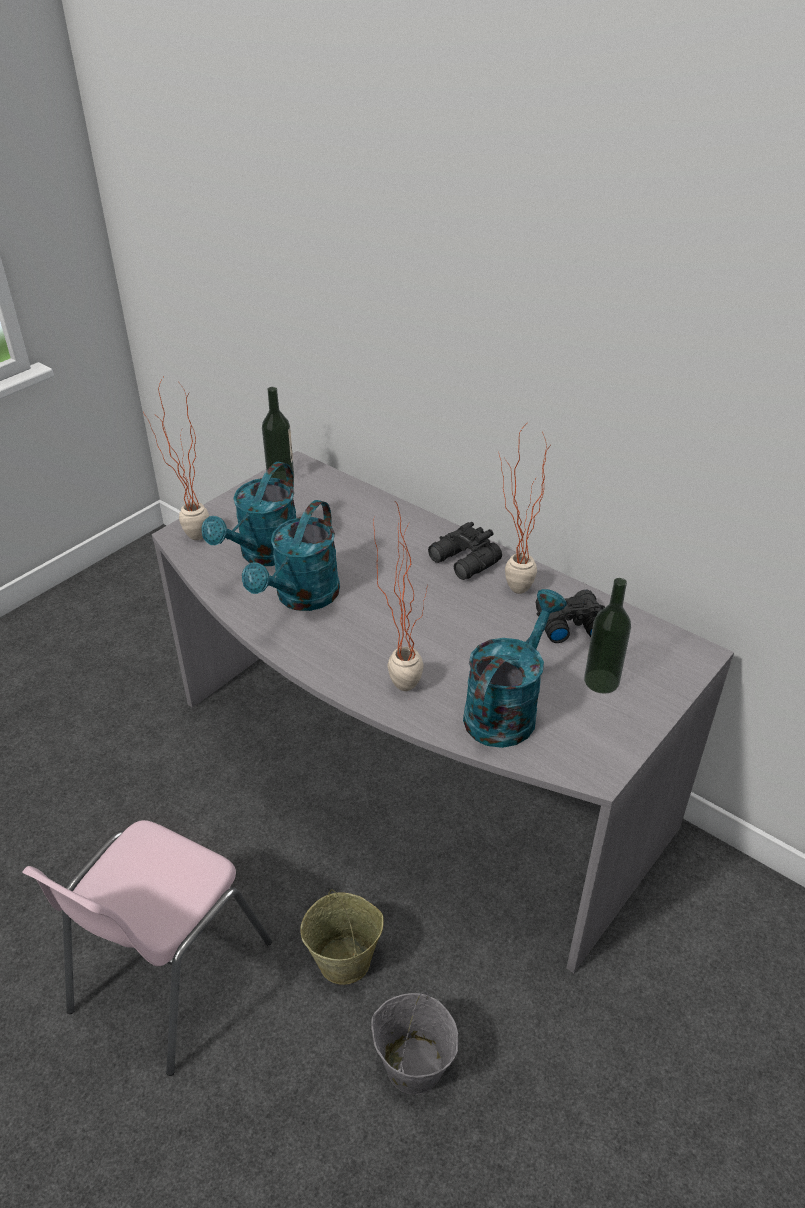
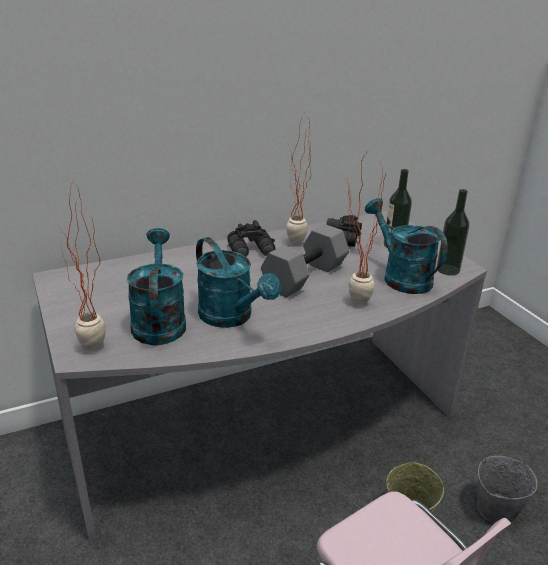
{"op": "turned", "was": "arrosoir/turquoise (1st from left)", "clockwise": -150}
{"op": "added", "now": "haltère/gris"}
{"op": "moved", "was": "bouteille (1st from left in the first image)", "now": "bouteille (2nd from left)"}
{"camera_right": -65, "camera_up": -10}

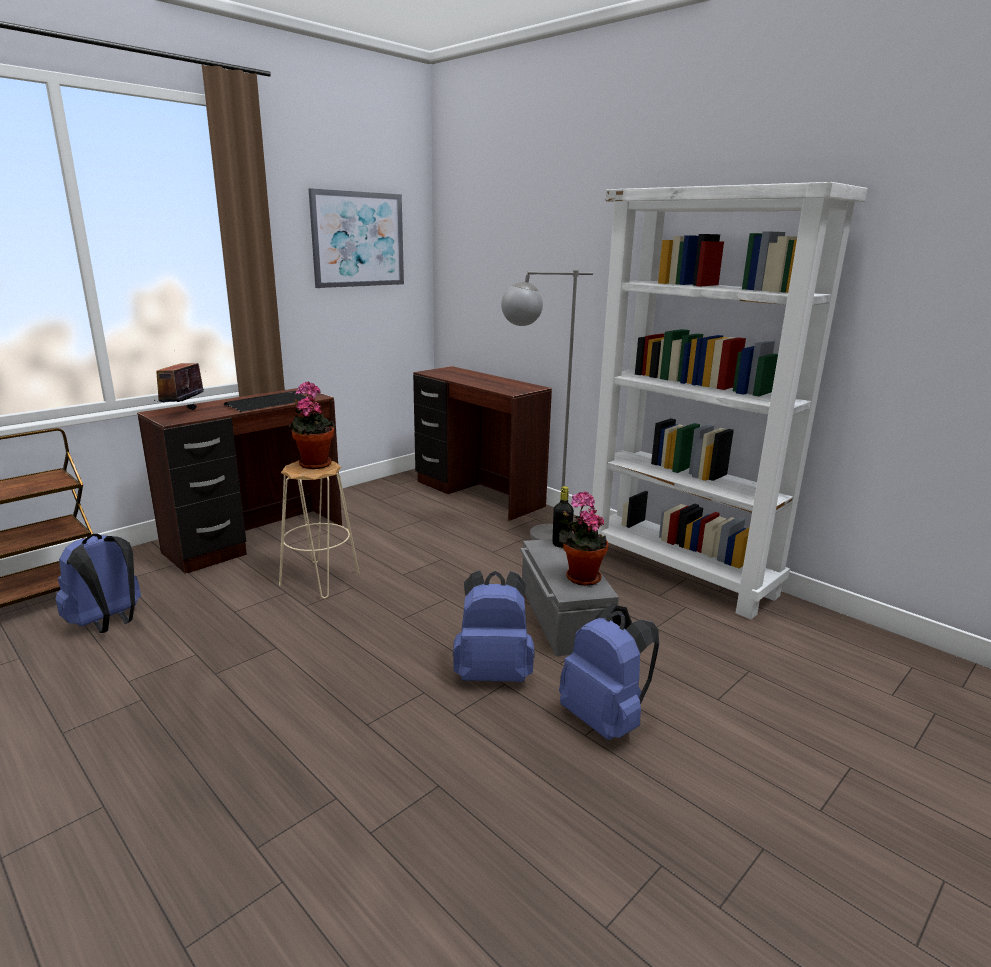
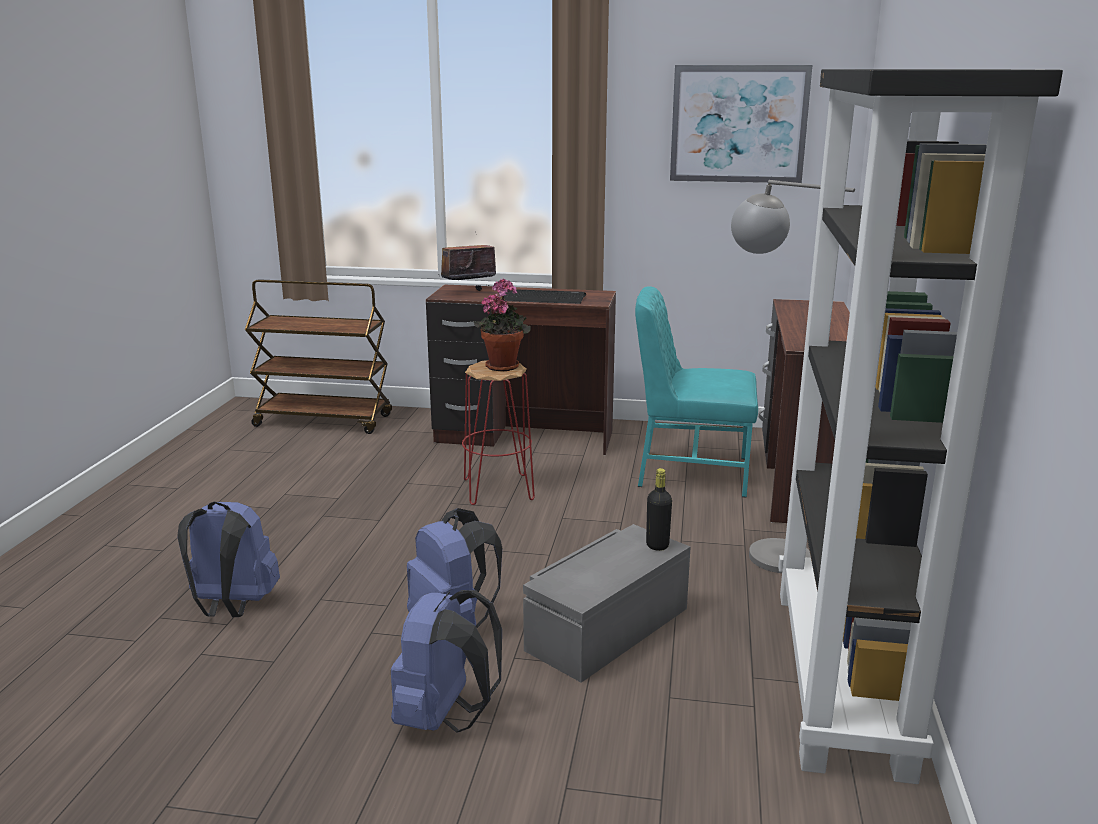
{"op": "moved", "was": "sac à dos/bleu (1st from left)"}
{"op": "recoloured", "was": "tabouret/beige", "now": "tabouret/rouge"}
{"op": "added", "now": "chaise/turquoise"}
{"op": "recoloured", "was": "bibliothèque/blanc", "now": "bibliothèque/noir"}
{"op": "removed", "was": "plante en pot (2nd from left)"}
{"camera_right": 55, "camera_up": 0}

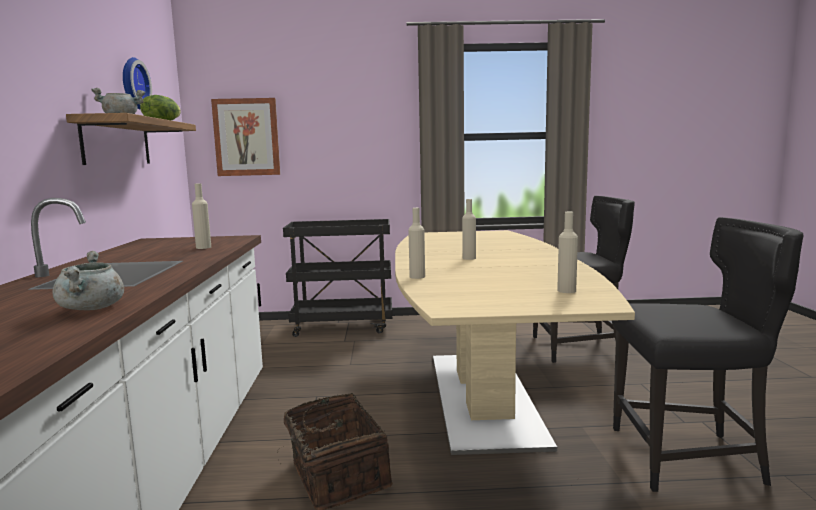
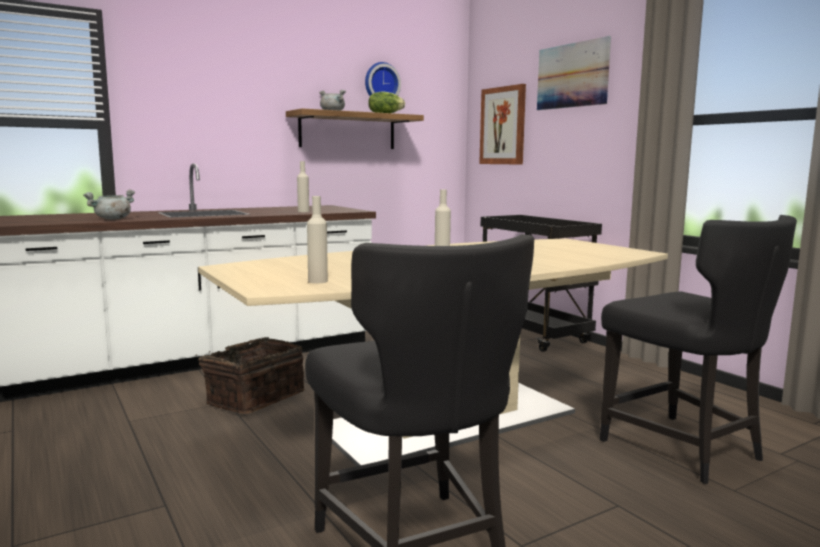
{"op": "added", "now": "tableau (2nd from left)"}
{"op": "removed", "was": "bouteille/beige (2nd from left)"}
{"camera_right": 60, "camera_up": 0}

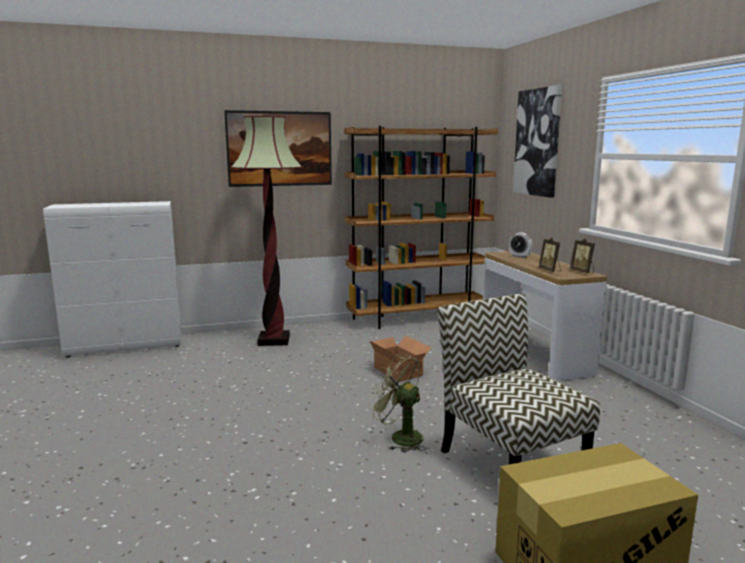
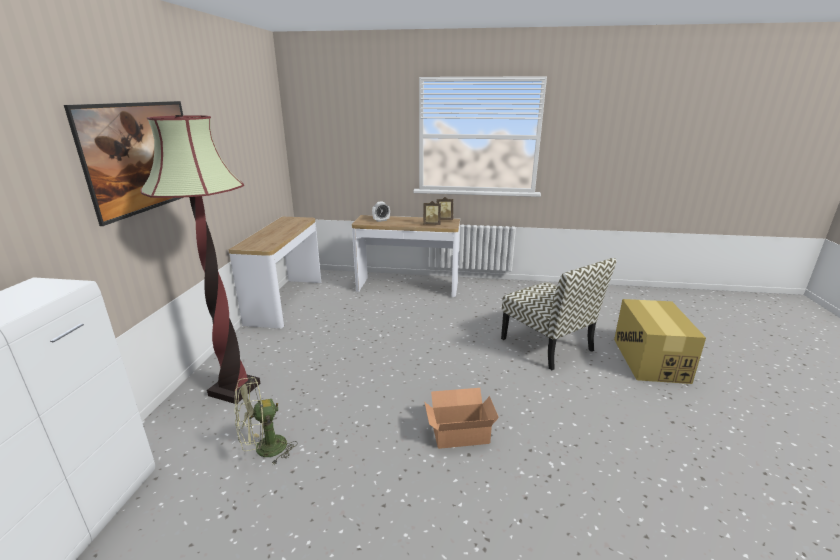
{"op": "replaced", "was": "bibliothèque/marron", "now": "table console (1st from left)"}
{"op": "moved", "was": "ventilateur/vert"}
{"op": "moved", "was": "carton (1st from left)"}
{"op": "turned", "was": "chaise", "clockwise": -120}
{"op": "removed", "was": "tableau (2nd from left)"}
{"camera_right": -65, "camera_up": 10}

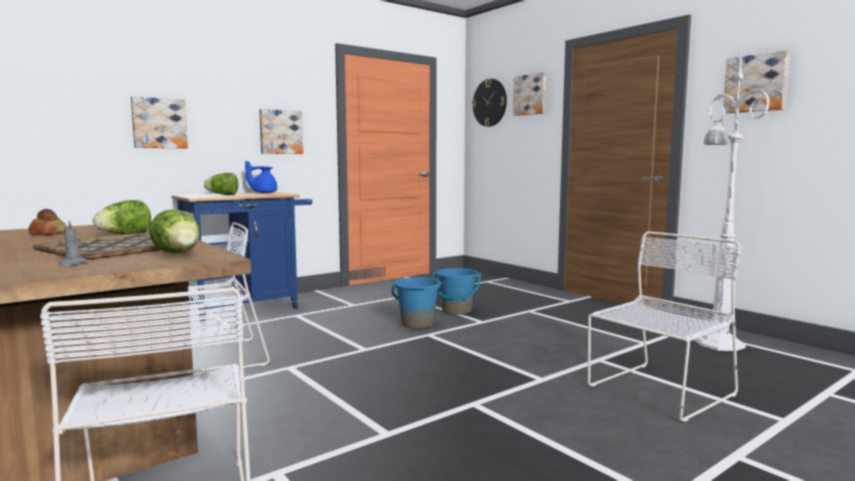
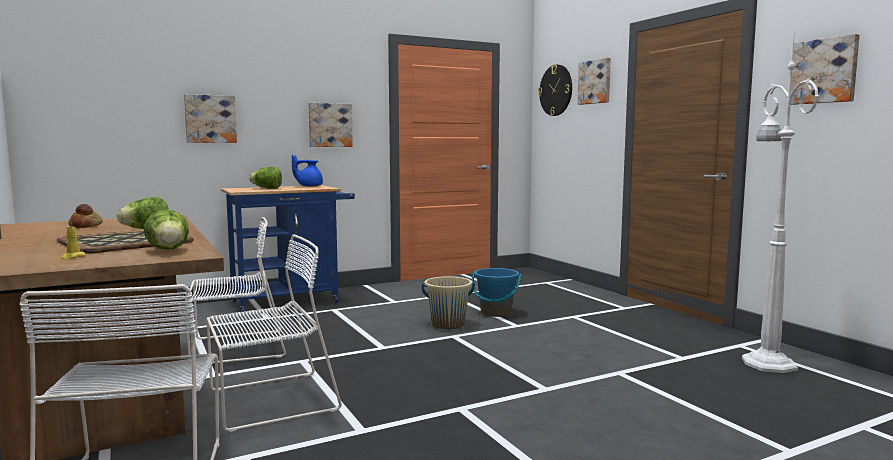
{"op": "recoloured", "was": "bougie/gris", "now": "bougie/jaune"}
{"op": "moved", "was": "chaise/blanc (3rd from left)"}
{"op": "recoloured", "was": "seau/bleu (1st from left)", "now": "seau/beige"}
{"camera_right": 10, "camera_up": 0}

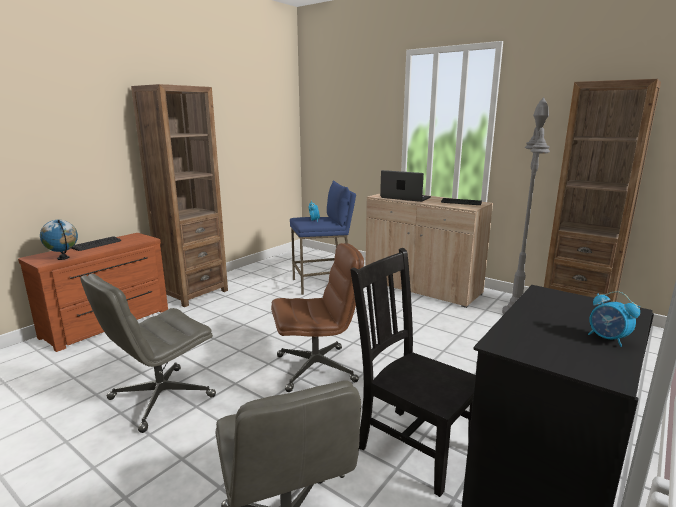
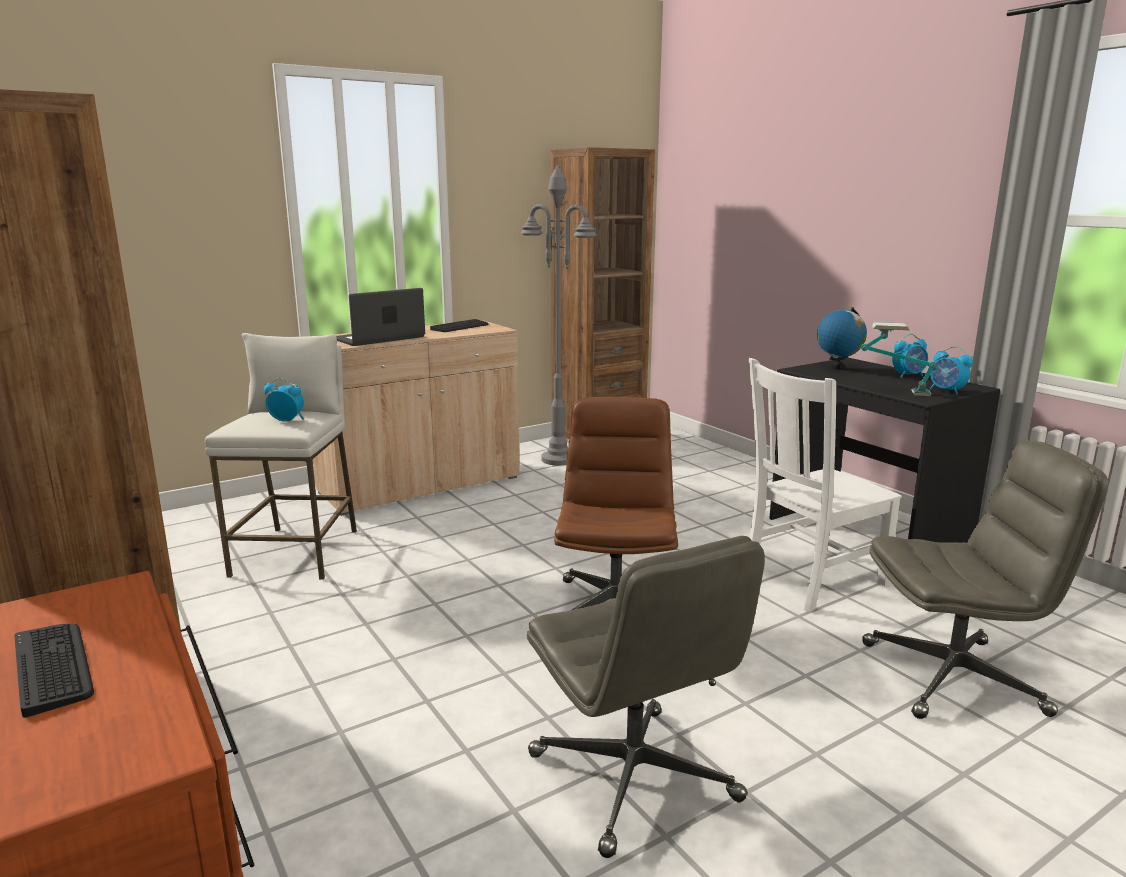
{"op": "recoloured", "was": "tabouret/bleu", "now": "tabouret/blanc"}
{"op": "recoloured", "was": "chaise/noir", "now": "chaise/blanc"}
{"op": "moved", "was": "globe"}
{"op": "added", "now": "lampe de table"}
{"op": "added", "now": "réveil (3rd from left)"}
{"camera_right": -70, "camera_up": 0}

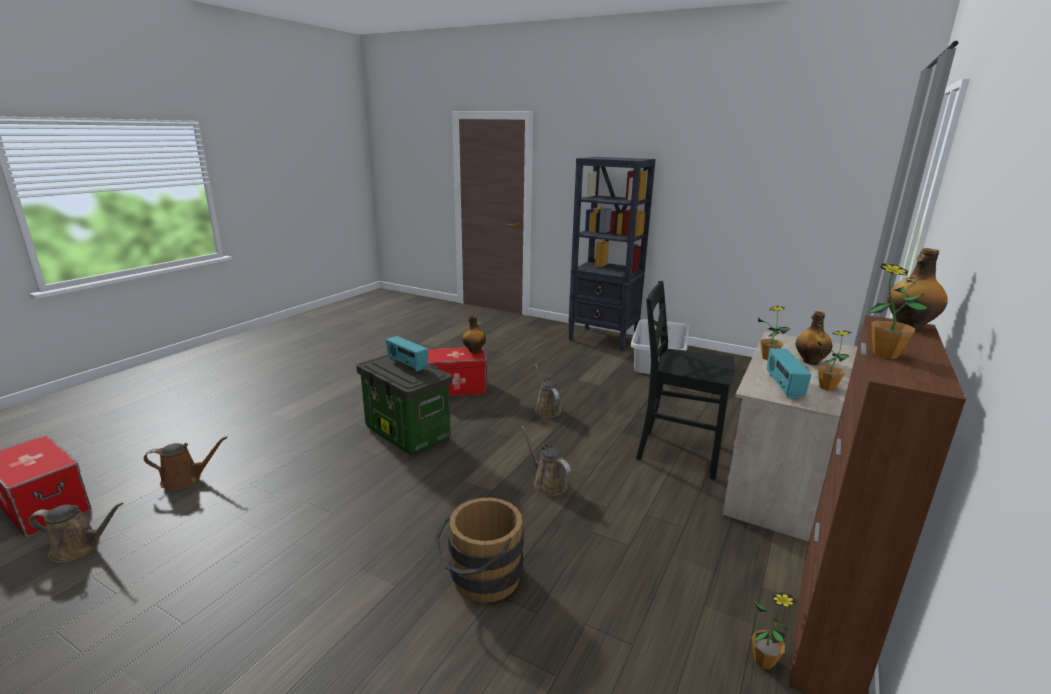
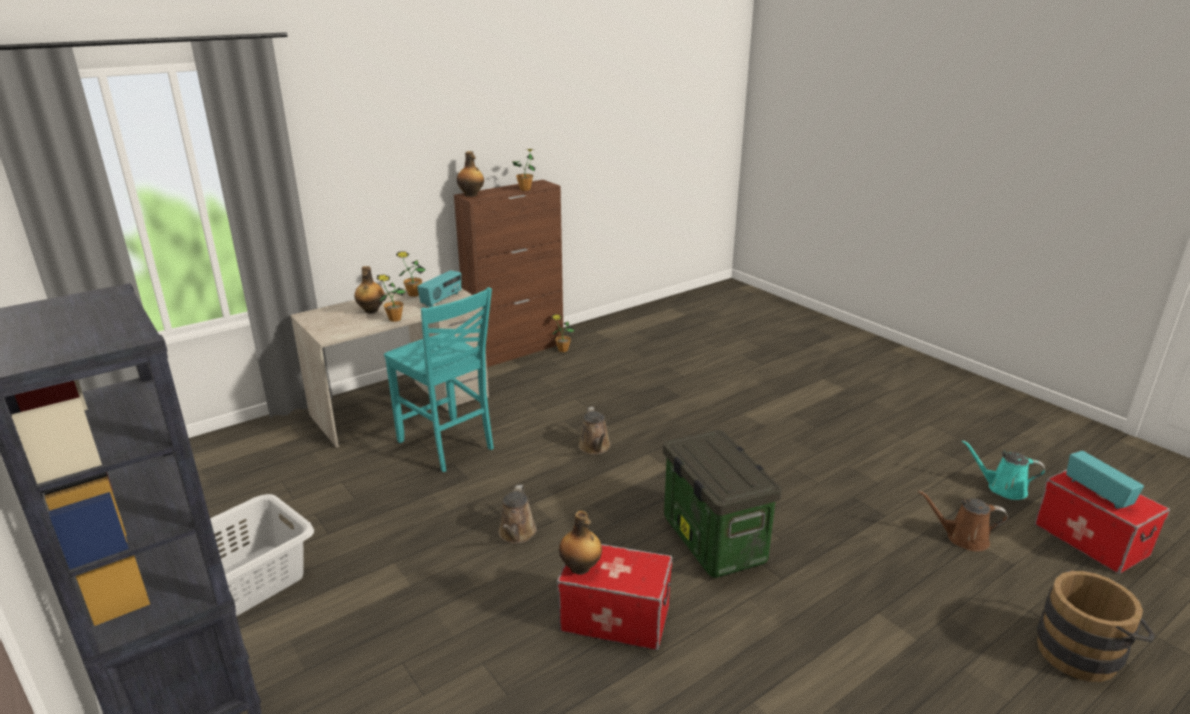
{"op": "recoloured", "was": "chaise/noir", "now": "chaise/turquoise"}
{"op": "recoloured", "was": "arrosoir/marron (1st from left)", "now": "arrosoir/turquoise"}
{"op": "moved", "was": "seau/marron"}
{"op": "moved", "was": "radio (1st from left in the first image)", "now": "radio (2nd from left)"}
{"camera_right": -155, "camera_up": 5}

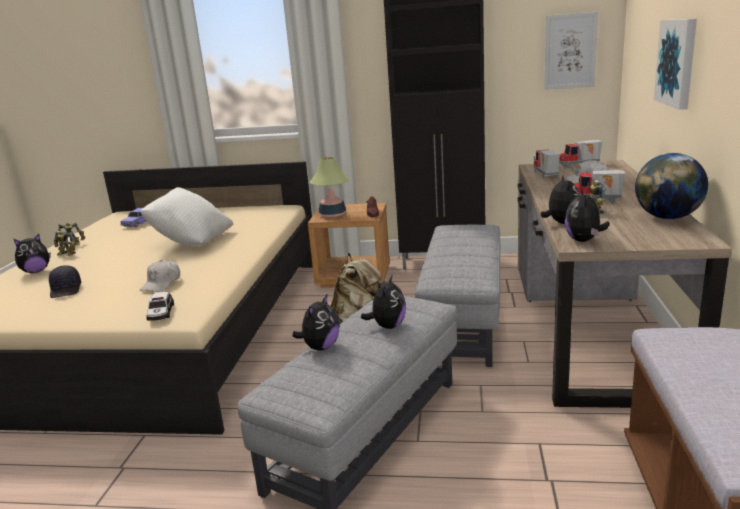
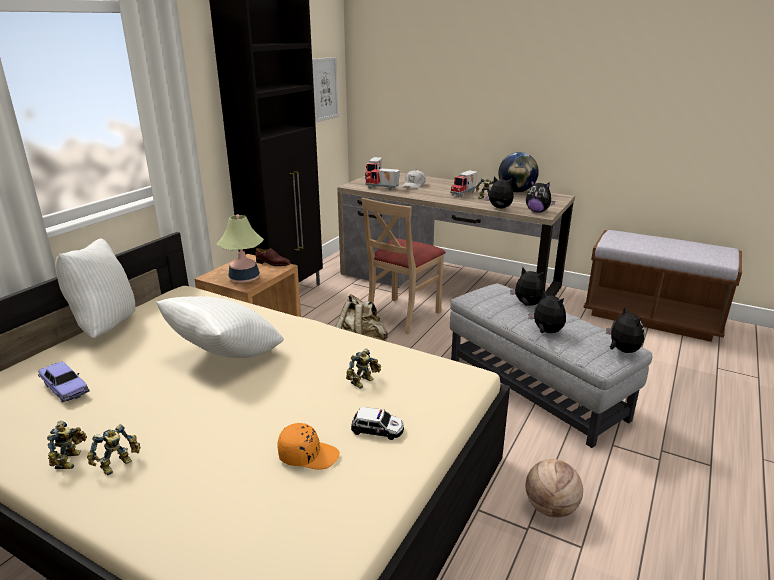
{"op": "added", "now": "coussin/blanc (1st from left)"}
{"op": "recoloured", "was": "casquette/noir", "now": "casquette/orange"}
{"op": "replaced", "was": "casquette/blanc (1st from left)", "now": "robot jouet (3rd from left)"}
{"op": "moved", "was": "petite voiture (2nd from left)"}
{"op": "replaced", "was": "pouf/gris (2nd from left)", "now": "chaise/beige"}
{"op": "added", "now": "ballon de basket"}
{"op": "moved", "was": "peluche (1st from left in the first image)", "now": "peluche (5th from left)"}
{"op": "removed", "was": "tableau (2nd from left)"}
{"camera_right": -70, "camera_up": 5}

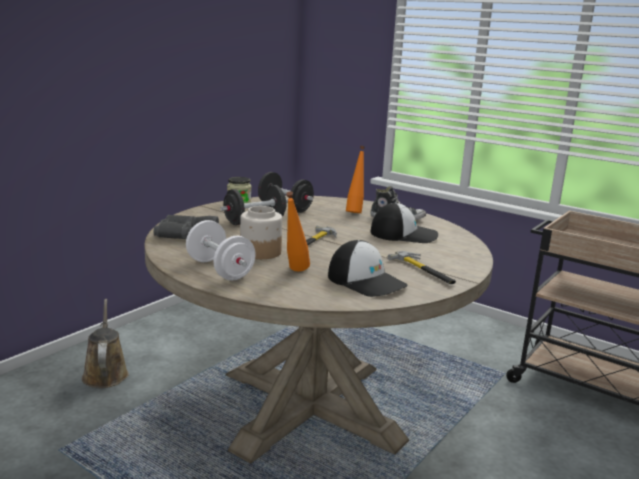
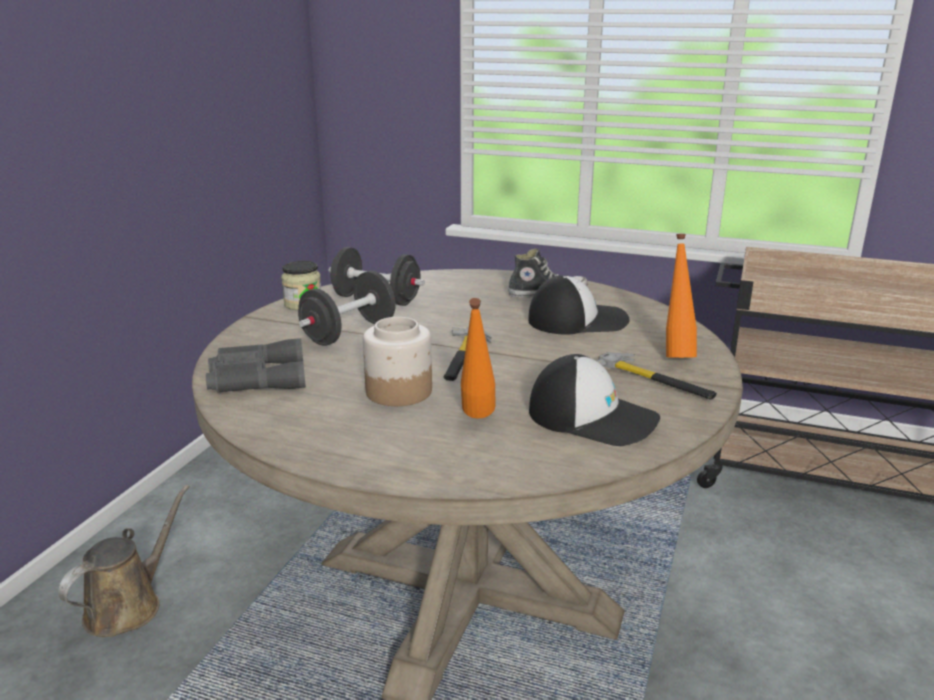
{"op": "turned", "was": "arrosoir/marron", "clockwise": 60}
{"op": "moved", "was": "bouteille/orange (2nd from left)"}
{"op": "removed", "was": "haltère/blanc"}
{"camera_right": -15, "camera_up": 5}

